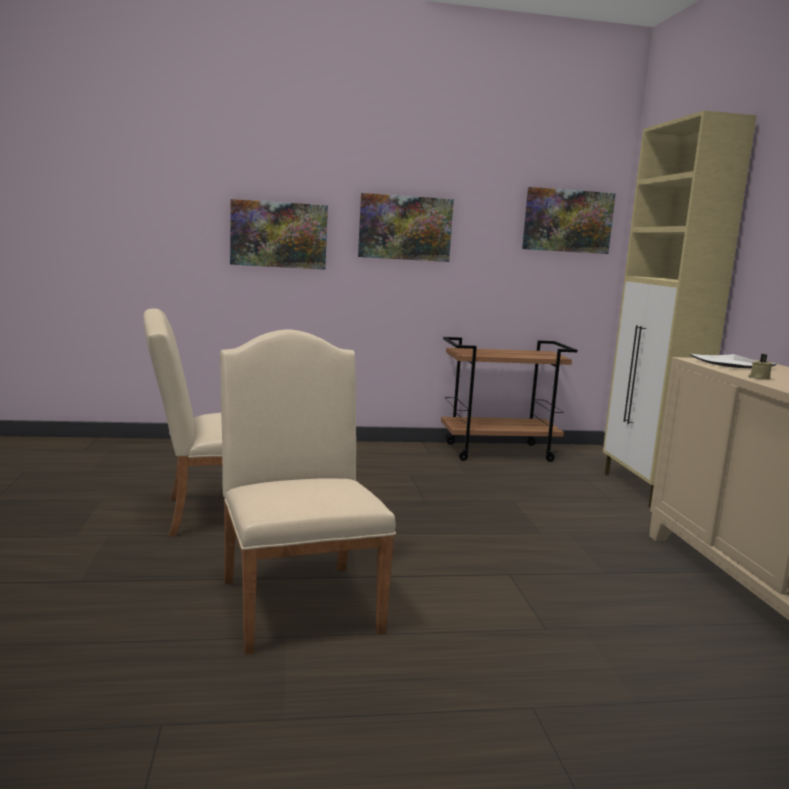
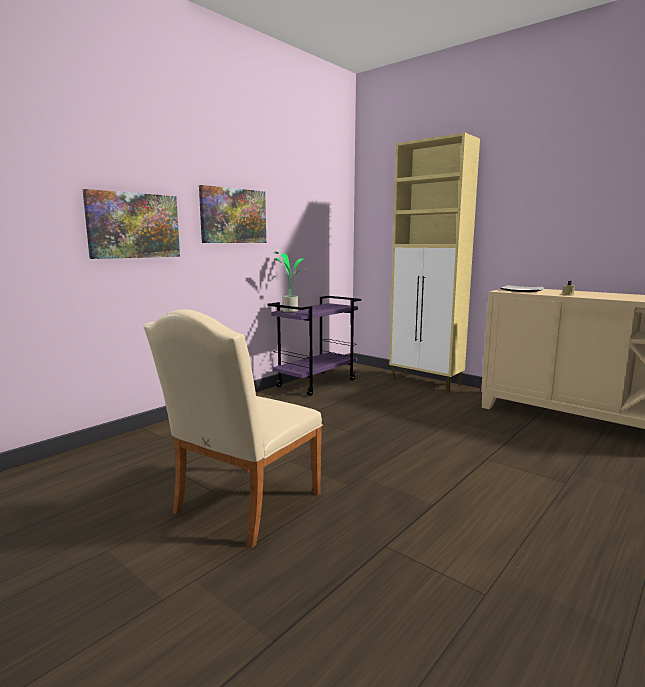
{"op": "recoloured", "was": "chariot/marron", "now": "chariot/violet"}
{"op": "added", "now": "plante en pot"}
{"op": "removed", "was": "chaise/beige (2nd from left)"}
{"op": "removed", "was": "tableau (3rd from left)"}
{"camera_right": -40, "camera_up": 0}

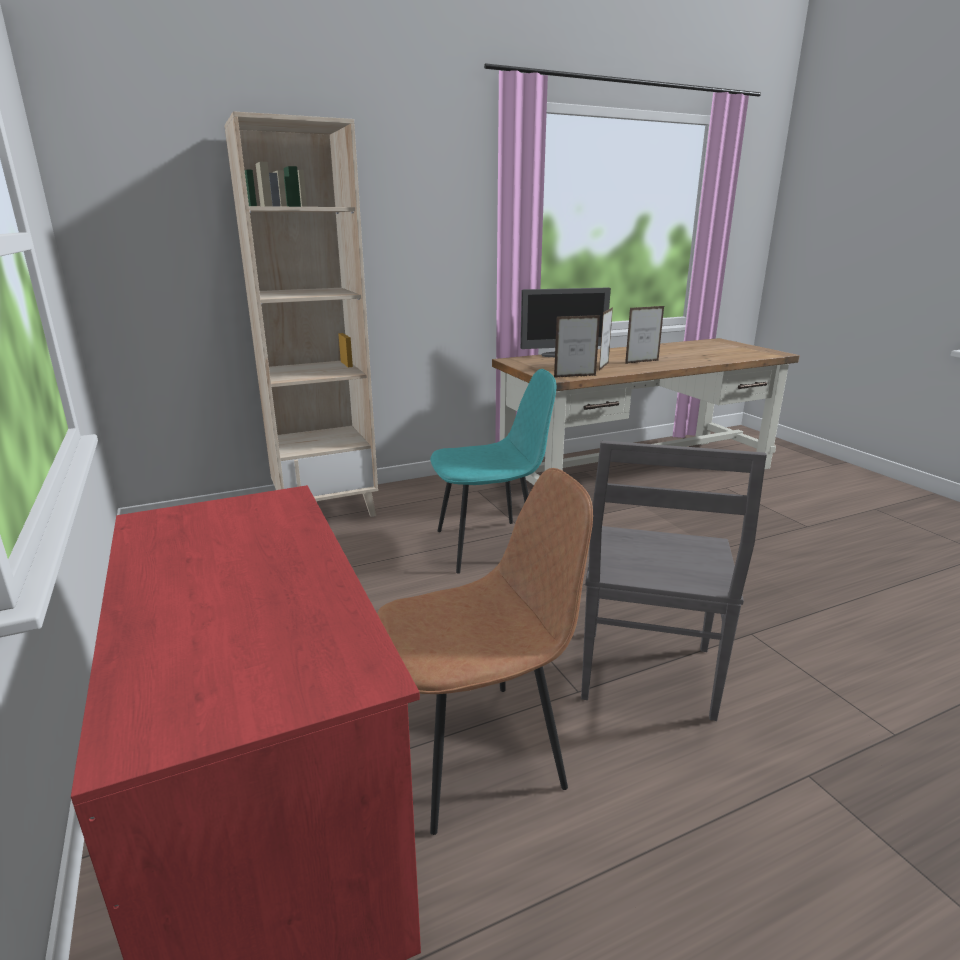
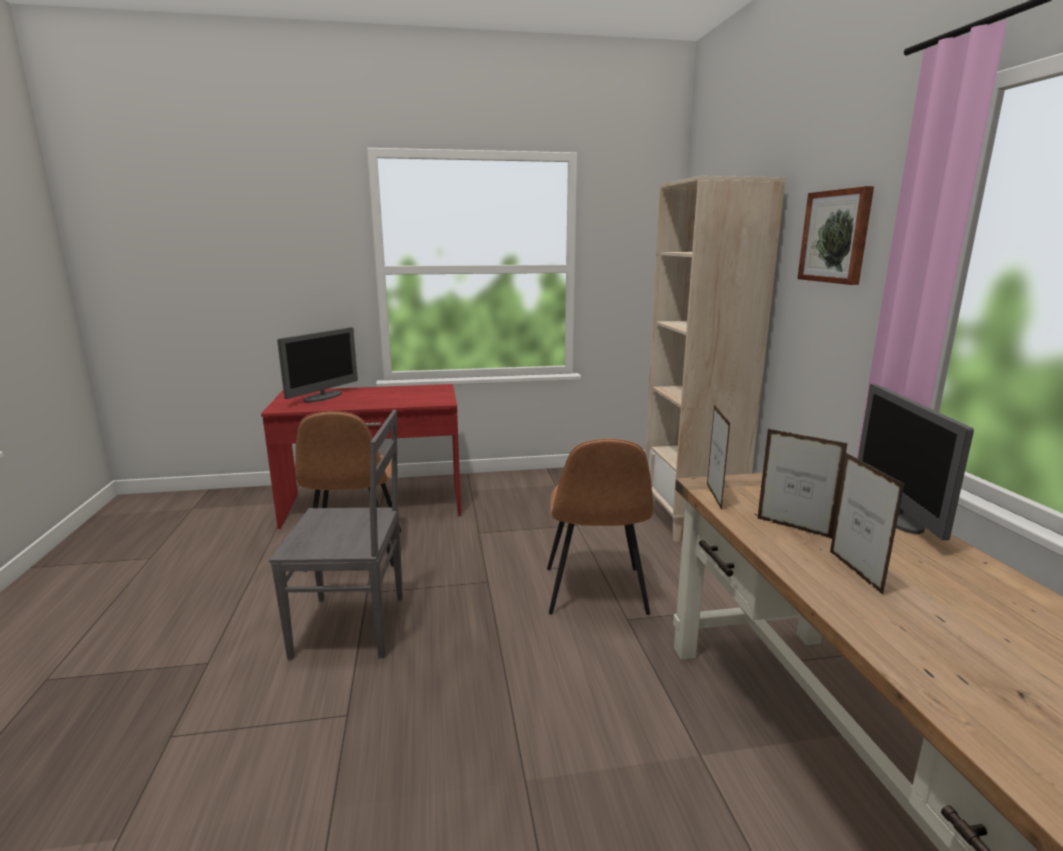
{"op": "turned", "was": "chaise/gris", "clockwise": 150}
{"op": "added", "now": "écran d'ordinateur (1st from left)"}
{"op": "recoloured", "was": "chaise/turquoise", "now": "chaise/marron (2nd from left)"}
{"op": "added", "now": "tableau"}
{"camera_right": 105, "camera_up": -5}

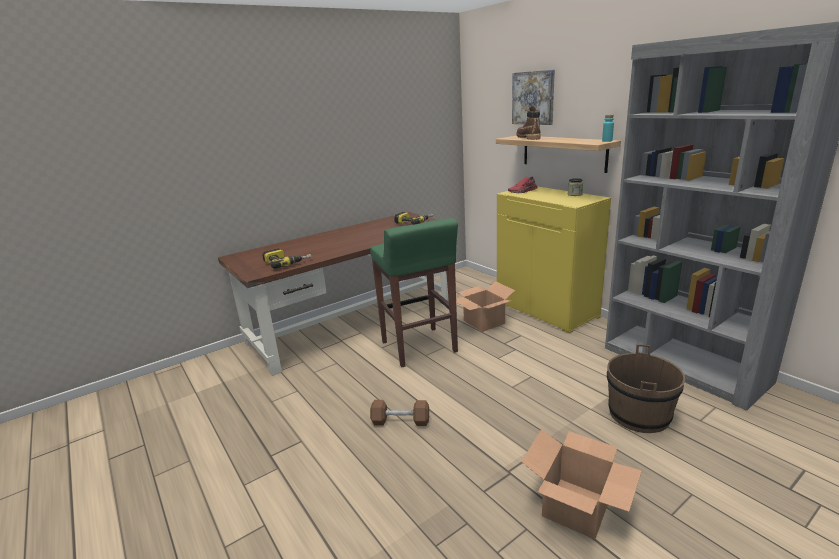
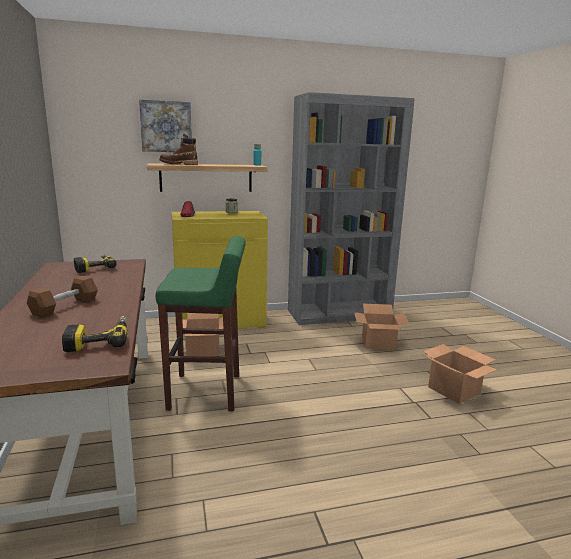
{"op": "moved", "was": "haltère/marron"}
{"op": "replaced", "was": "seau/marron", "now": "carton (2nd from left)"}
{"camera_right": -70, "camera_up": -5}

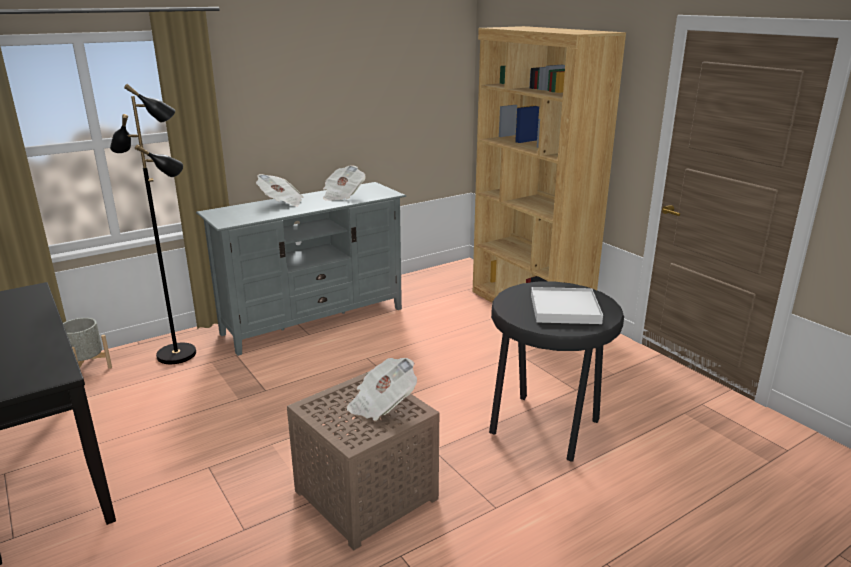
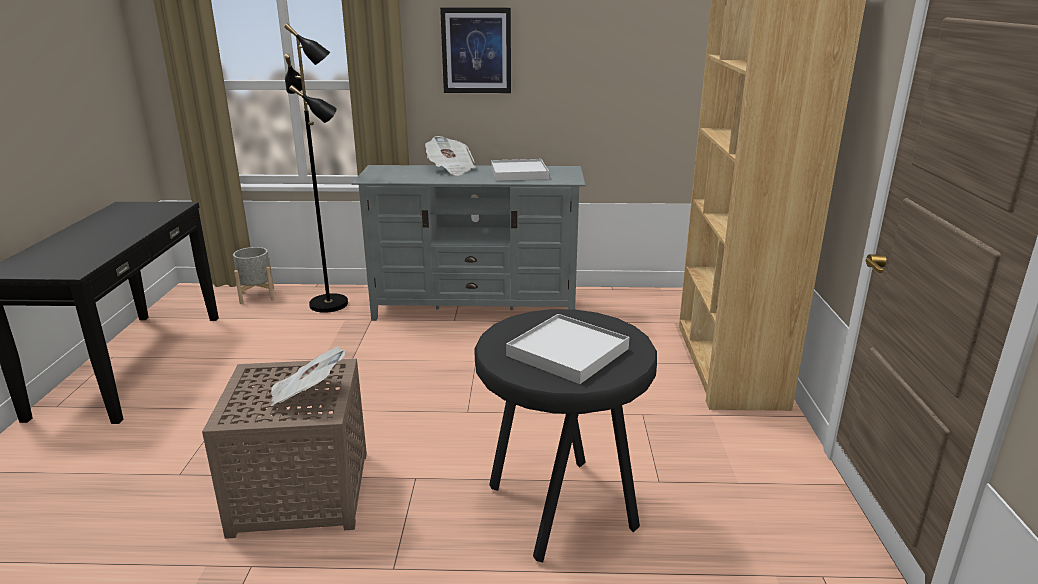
{"op": "added", "now": "tableau"}
{"op": "replaced", "was": "journal (2nd from left)", "now": "plateau/blanc (1st from left)"}
{"camera_right": 35, "camera_up": 0}

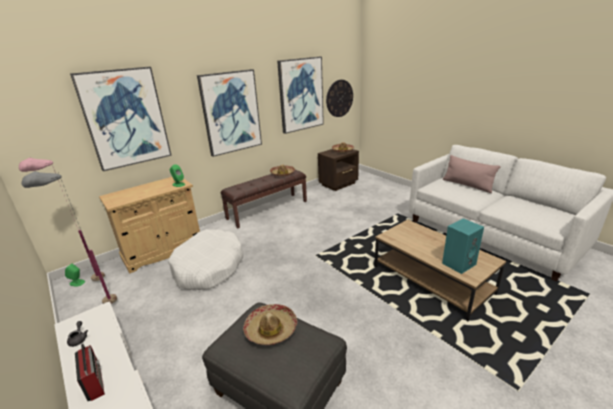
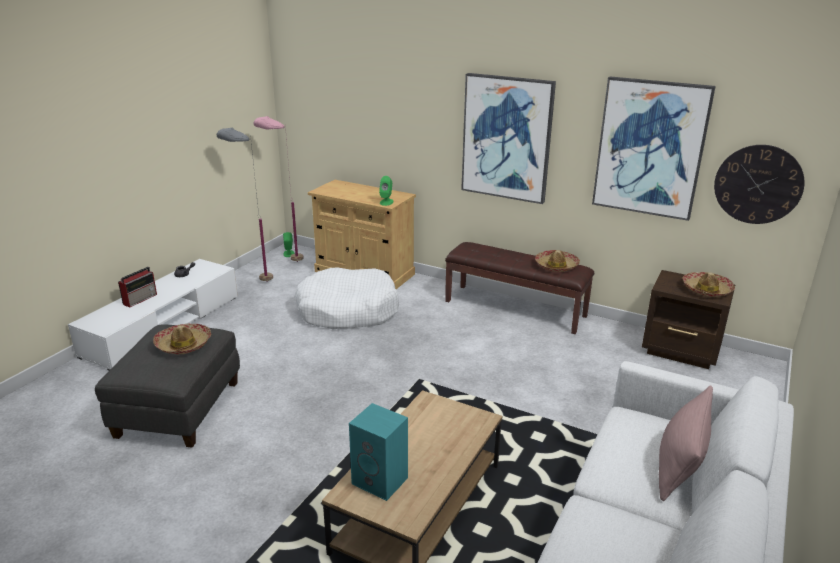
{"op": "removed", "was": "tableau (1st from left)"}
{"camera_right": 65, "camera_up": 0}

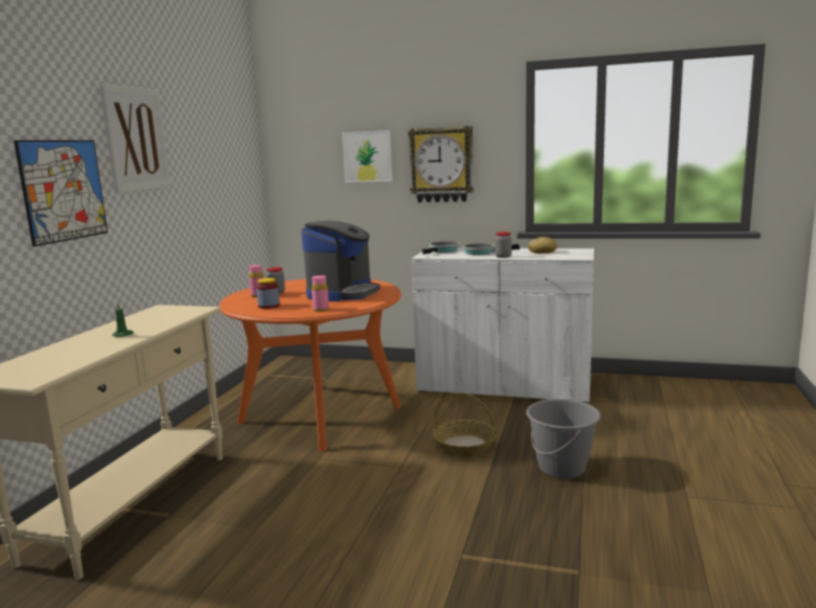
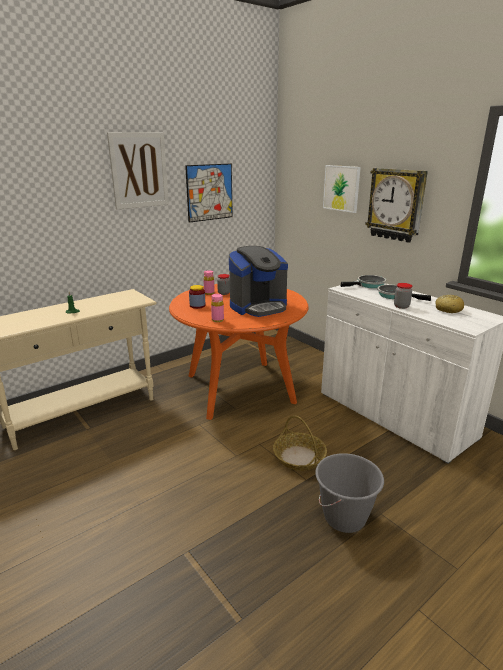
{"op": "moved", "was": "tableau (1st from left in the first image)", "now": "tableau (2nd from left)"}
{"camera_right": 35, "camera_up": 10}

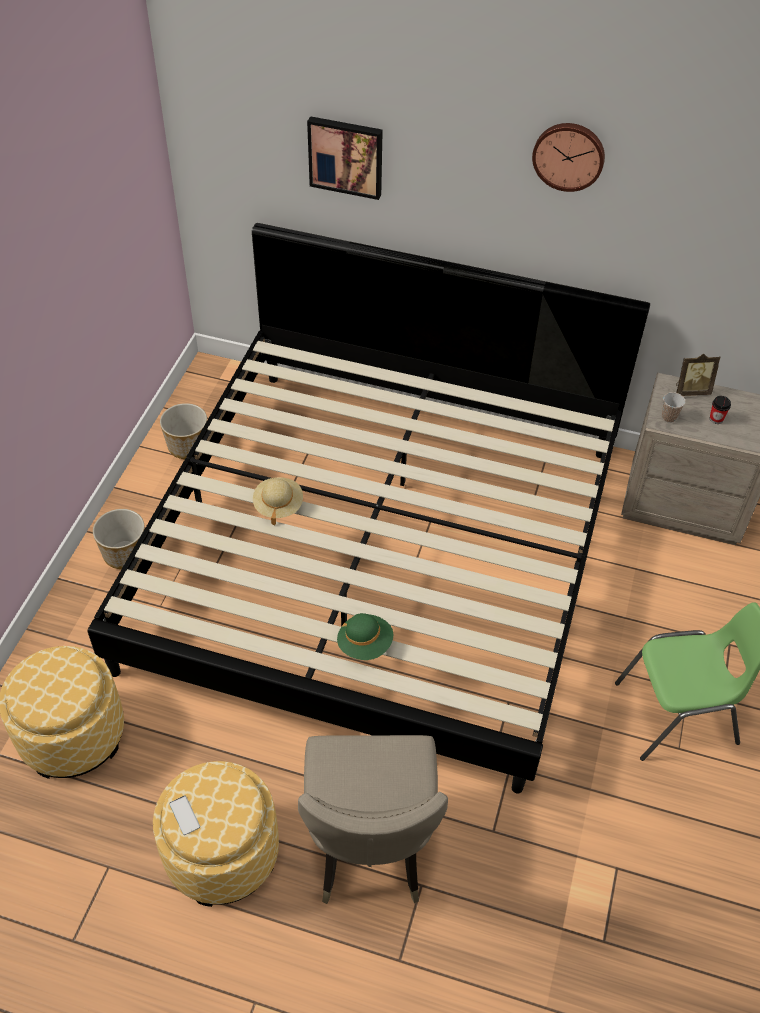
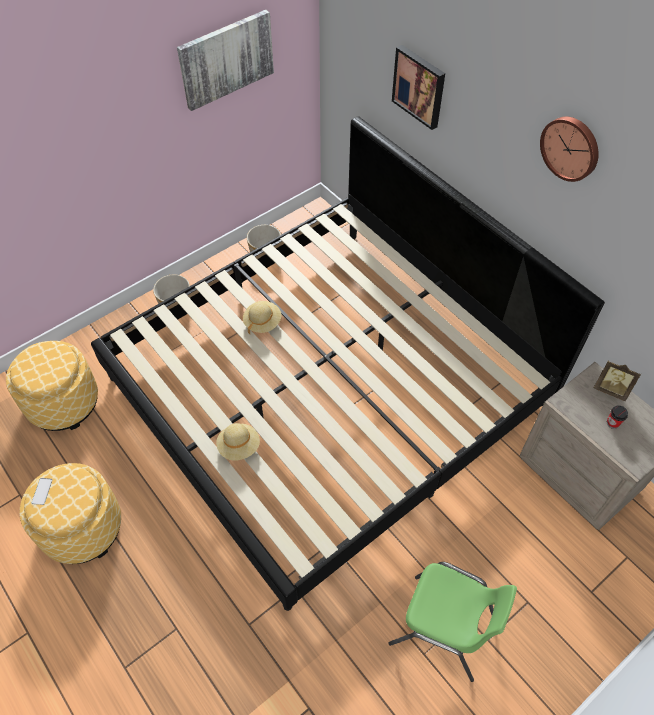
{"op": "added", "now": "tableau (1st from left)"}
{"op": "recoloured", "was": "chapeau/vert", "now": "chapeau/beige (1st from left)"}
{"op": "removed", "was": "chaise/beige"}
{"op": "removed", "was": "tasse (1st from left)"}
{"camera_right": 35, "camera_up": 5}

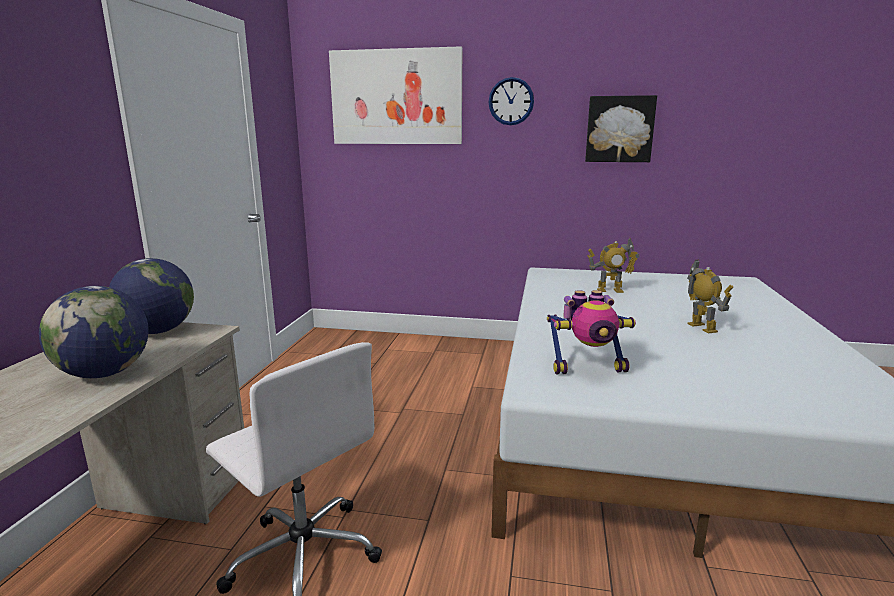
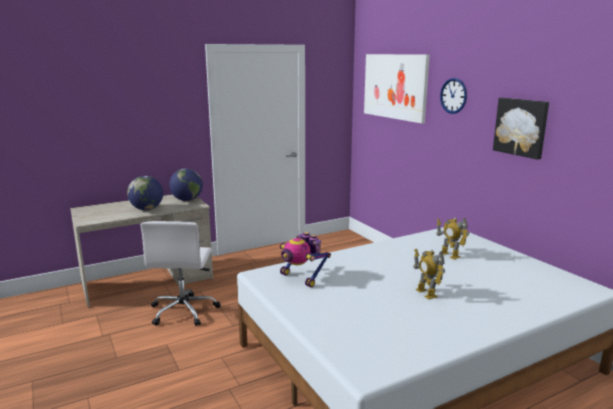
{"op": "turned", "was": "robot jouet (3rd from left in the first image)", "clockwise": 120}
{"camera_right": 50, "camera_up": 0}

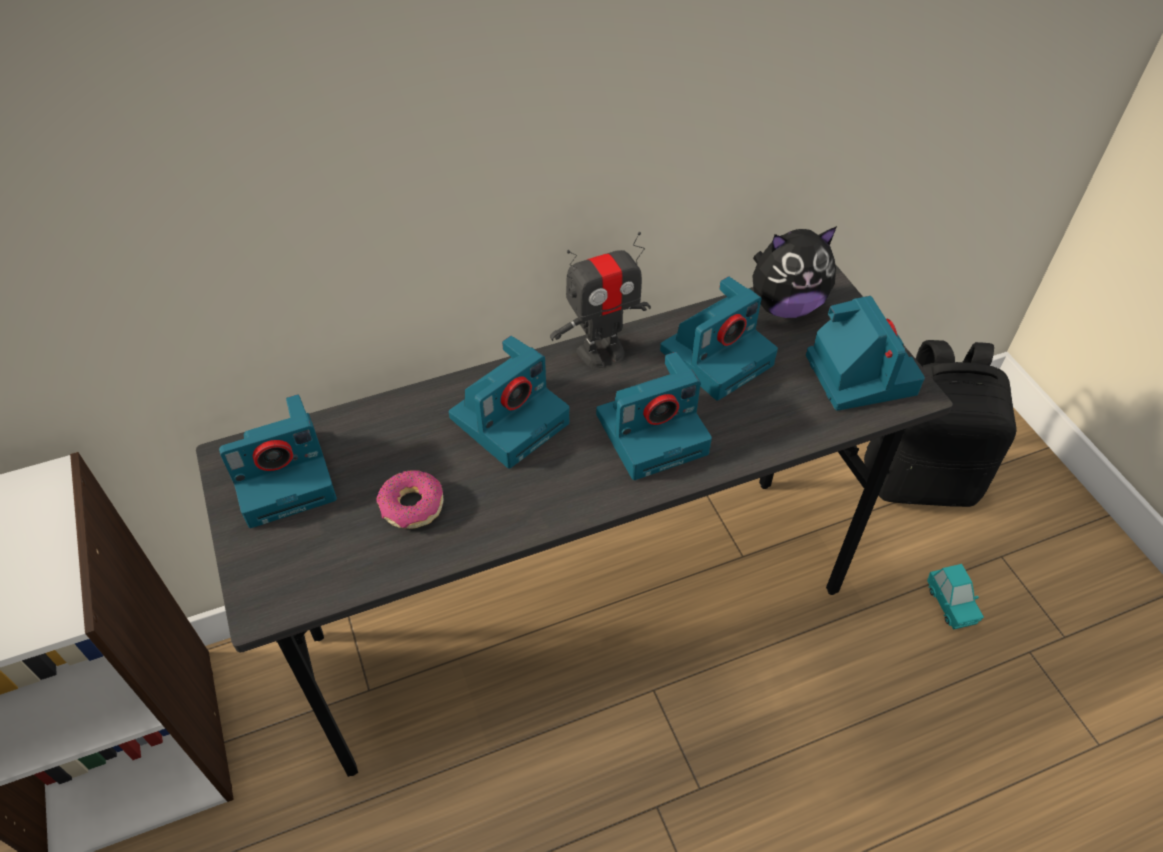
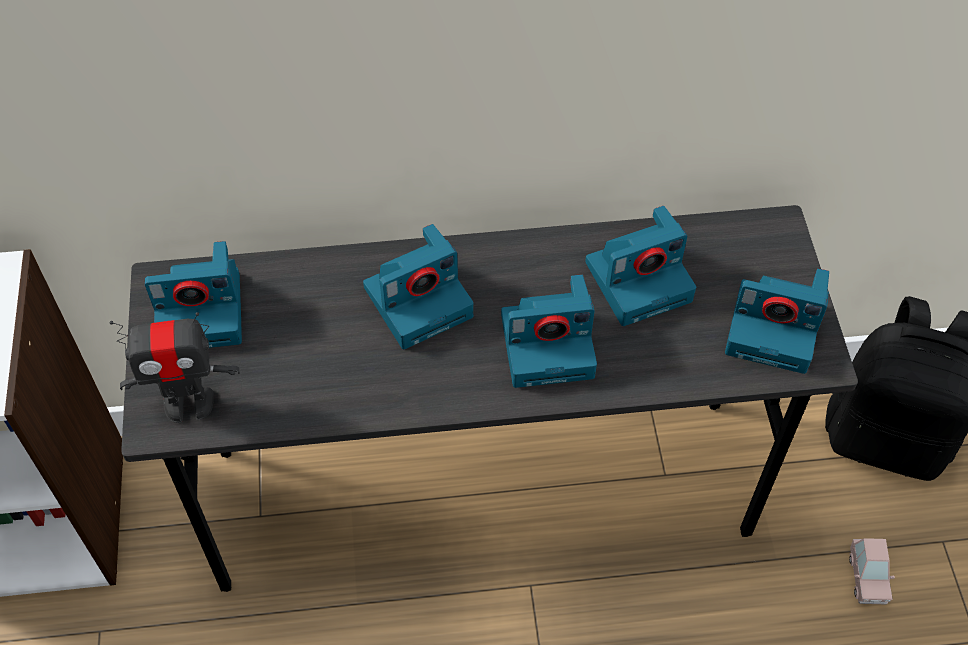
{"op": "moved", "was": "robot jouet"}
{"op": "turned", "was": "appareil photo (5th from left)", "clockwise": 105}
{"op": "recoloured", "was": "petite voiture/turquoise", "now": "petite voiture/rose"}
{"op": "removed", "was": "beignet"}
{"op": "removed", "was": "peluche"}
{"camera_right": 15, "camera_up": 5}

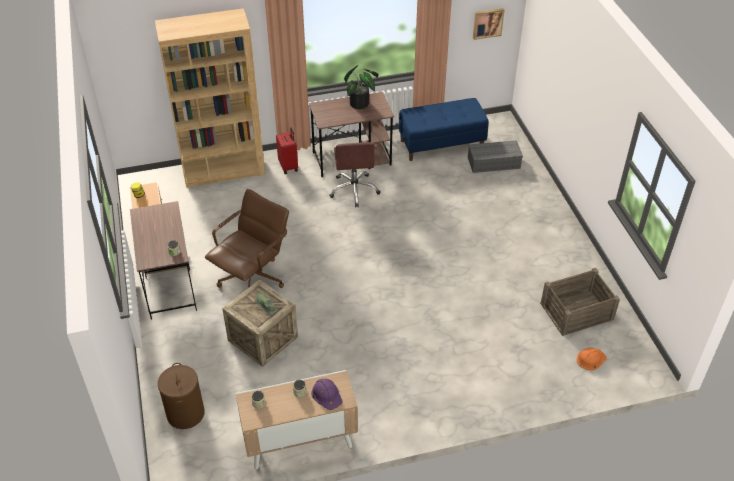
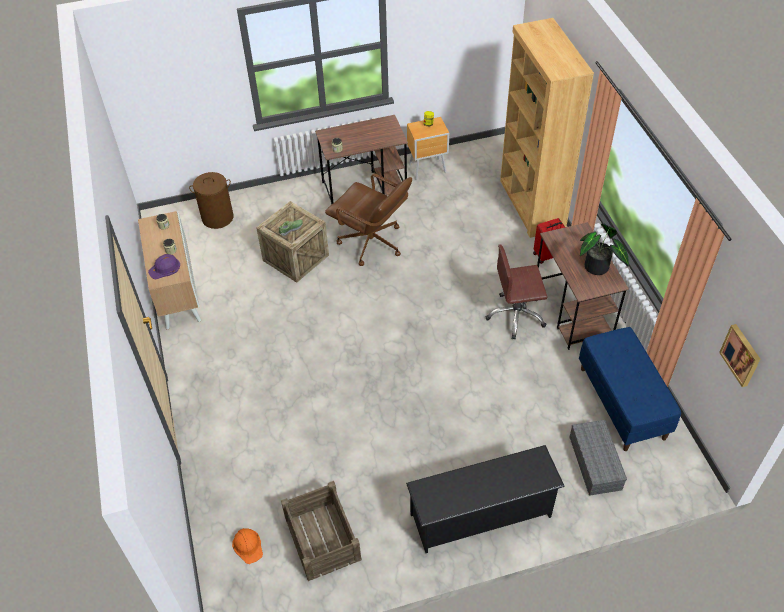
{"op": "added", "now": "étagère à chaussures/noir"}
{"camera_right": 90, "camera_up": 5}

